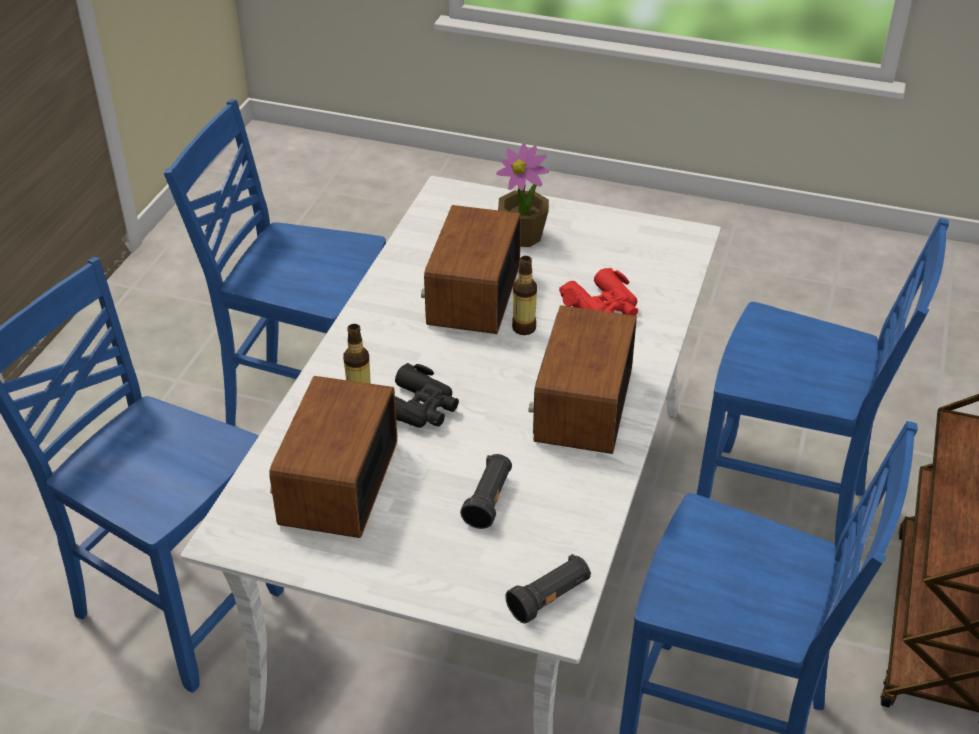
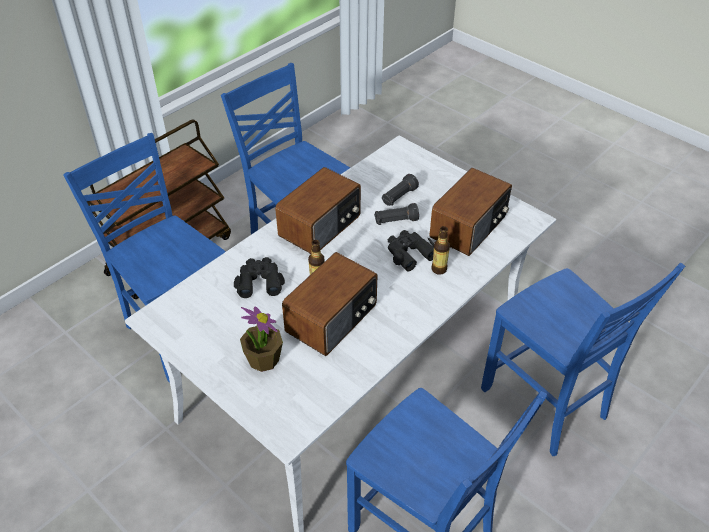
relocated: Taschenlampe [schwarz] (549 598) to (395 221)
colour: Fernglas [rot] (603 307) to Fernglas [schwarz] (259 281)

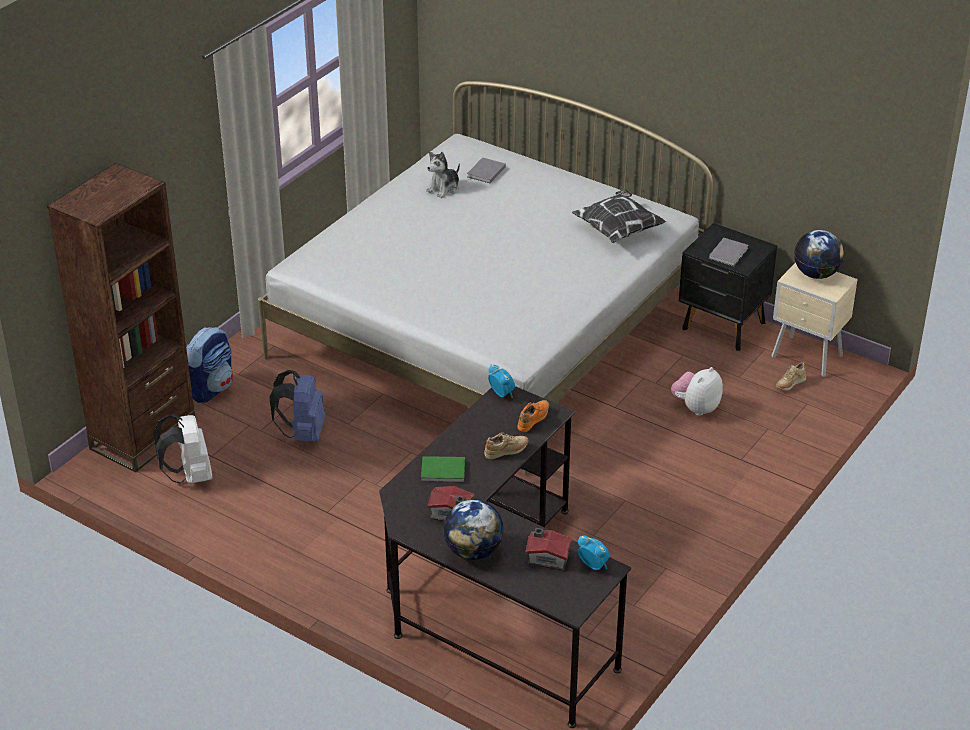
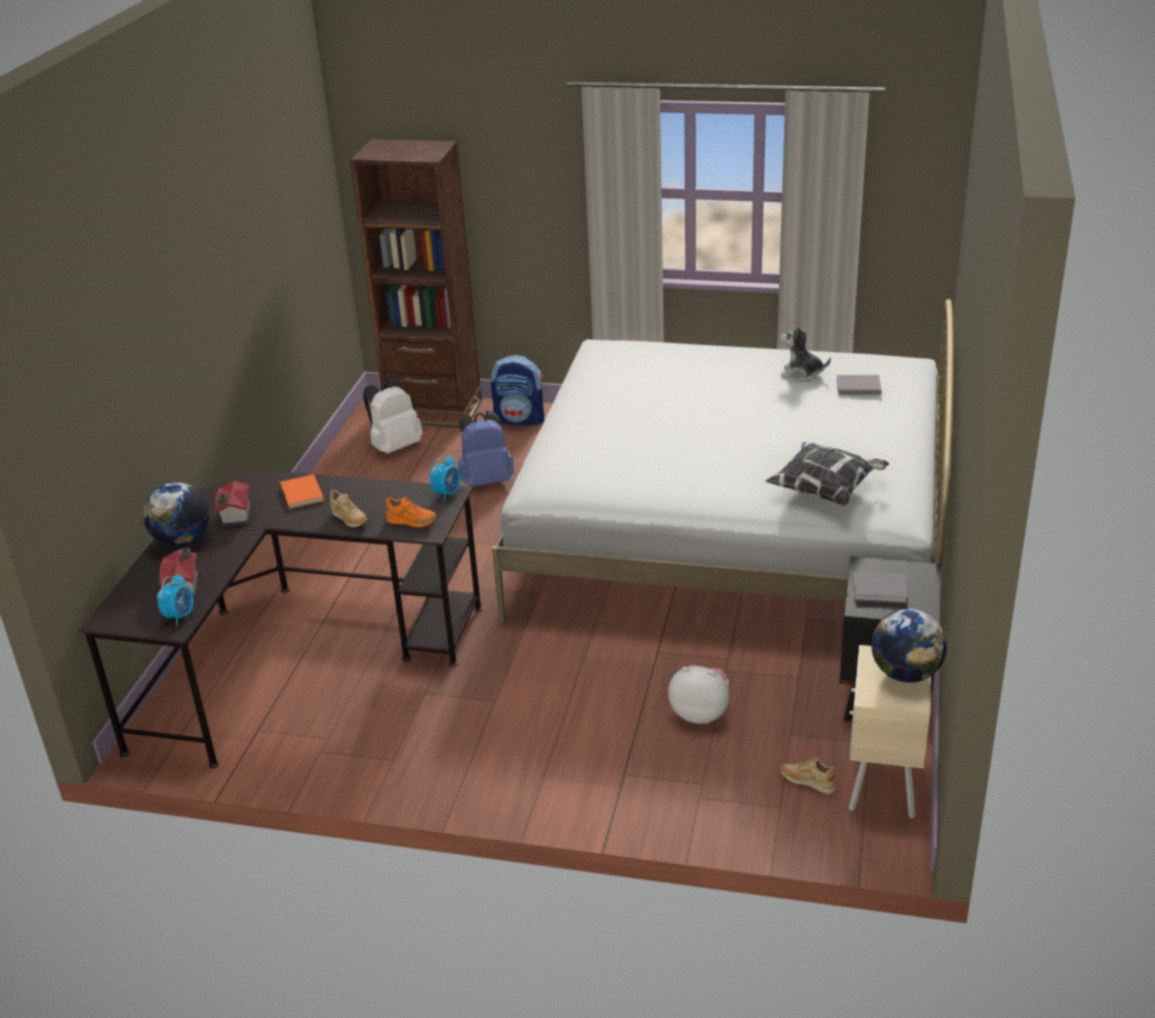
colour: Buch [grün] (444 471) to Buch [orange] (301 494)

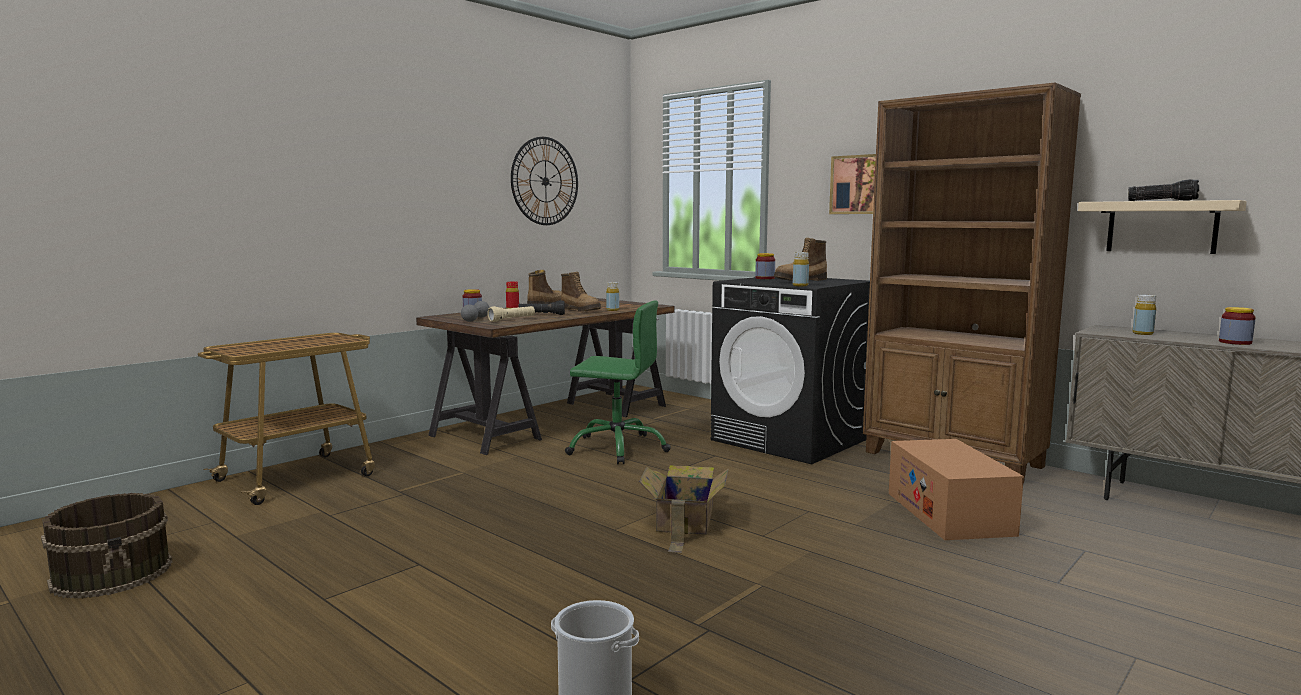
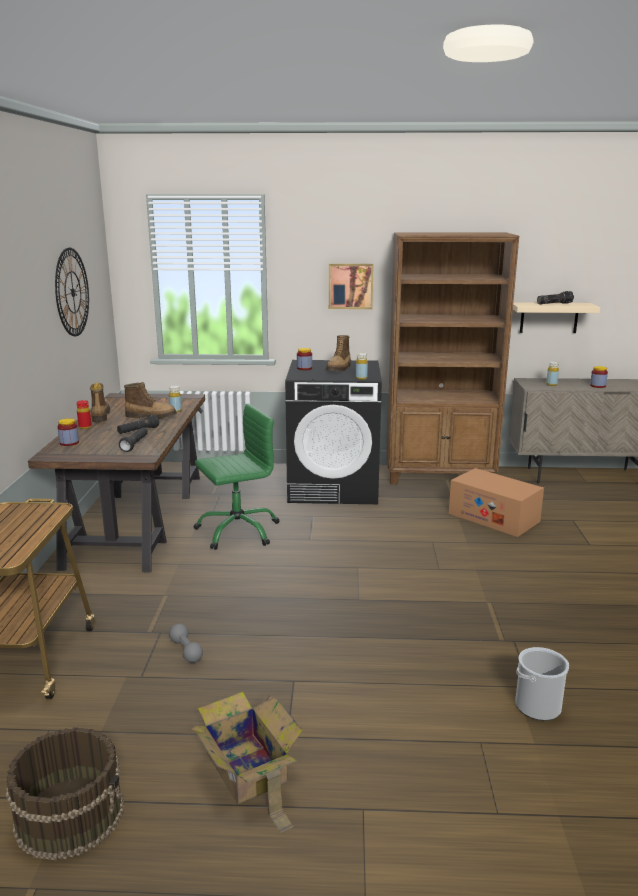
relocated: Hantel [grau] (475 319) to (186 651); Karton (684 521) to (247 771)
colour: Taschenlampe [beige] (512 320) to Taschenlampe [schwarz] (135 445)

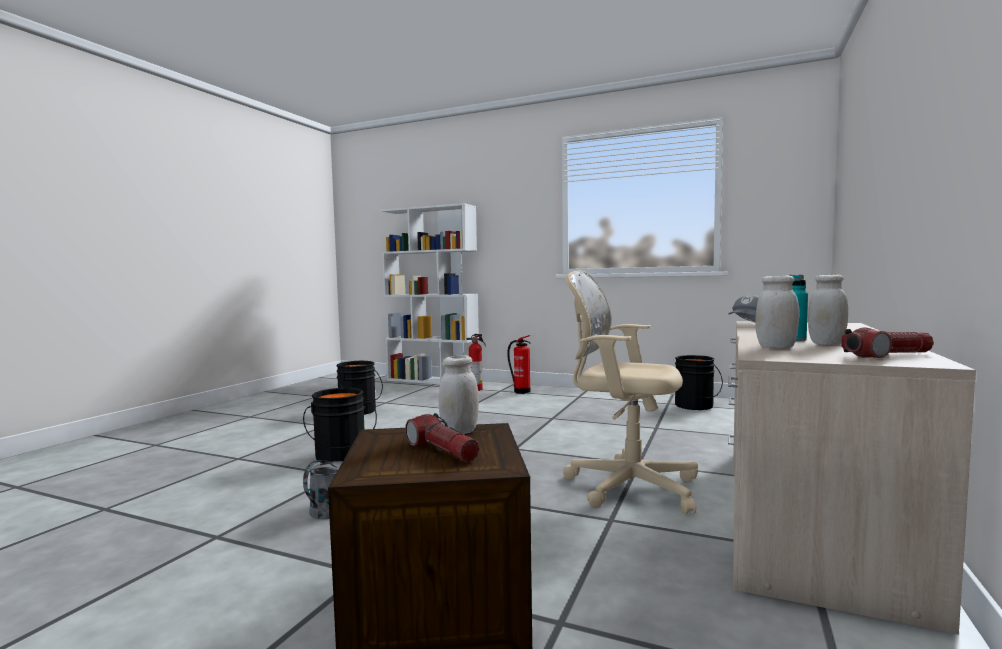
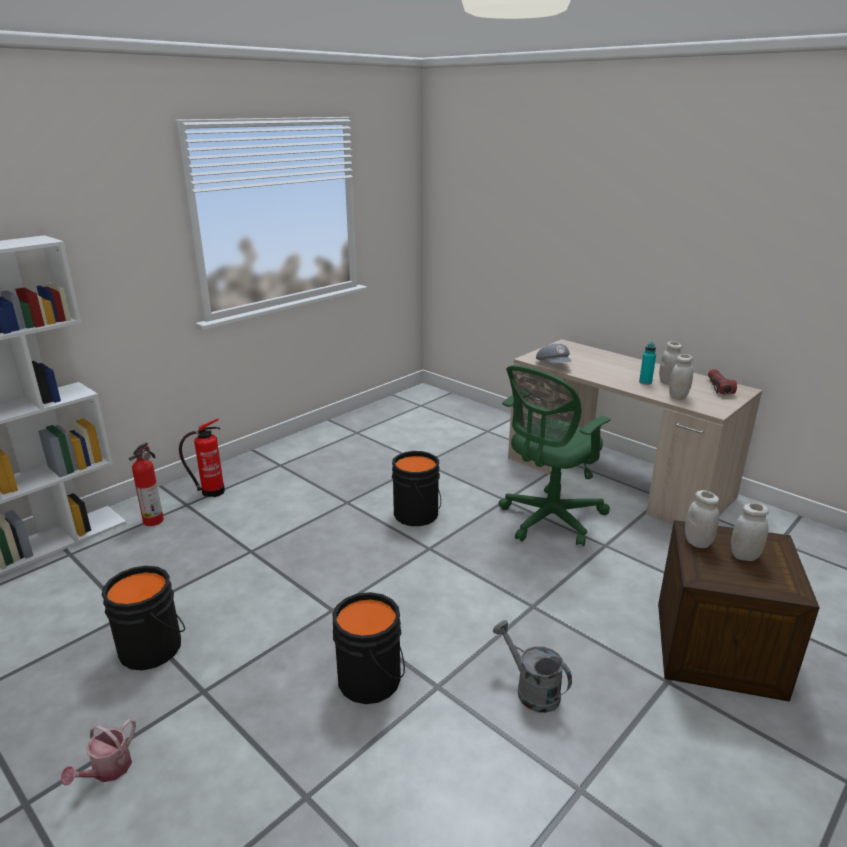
appeared: Gießkanne (107 771)
relocated: Eimer [schwarz] (695 406) to (418 514)
exchanged: Taschenlampe (442 451) to Vorratsglas [weiß] (744 556)
colour: Bürostuhl [beige] (626 485) to Bürostuhl [grün] (548 520)

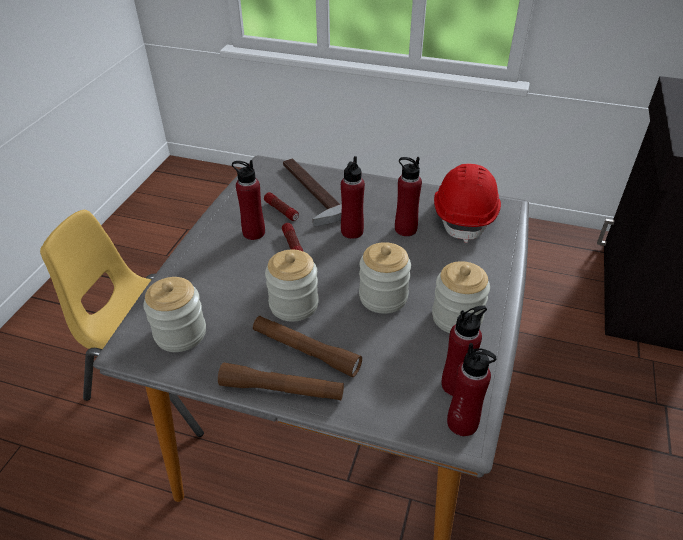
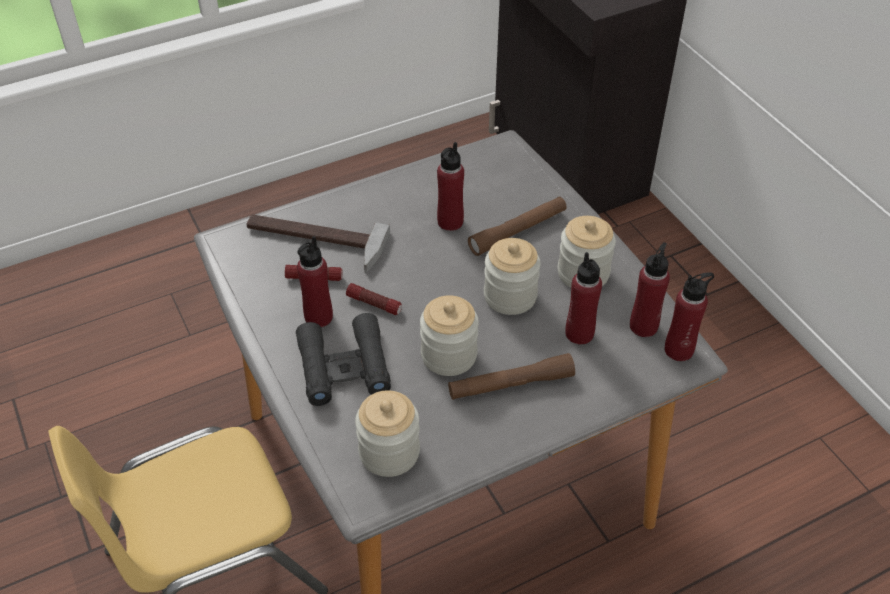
missing: Schutzhelm [rot] (465 215)
appeared: Fernglas [schwarz] (344 367)
relocated: Flasche [rot] (352 231) to (579 333); Taschenlampe [braun] (282 389) to (518 231)

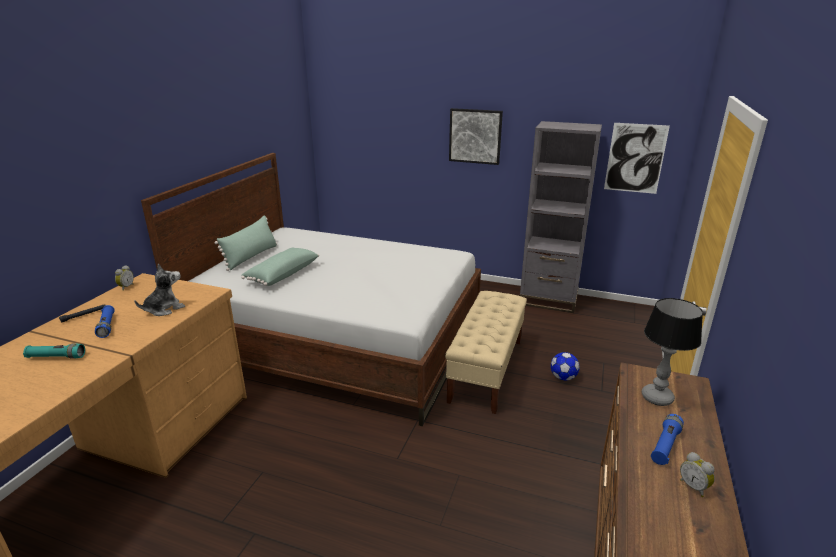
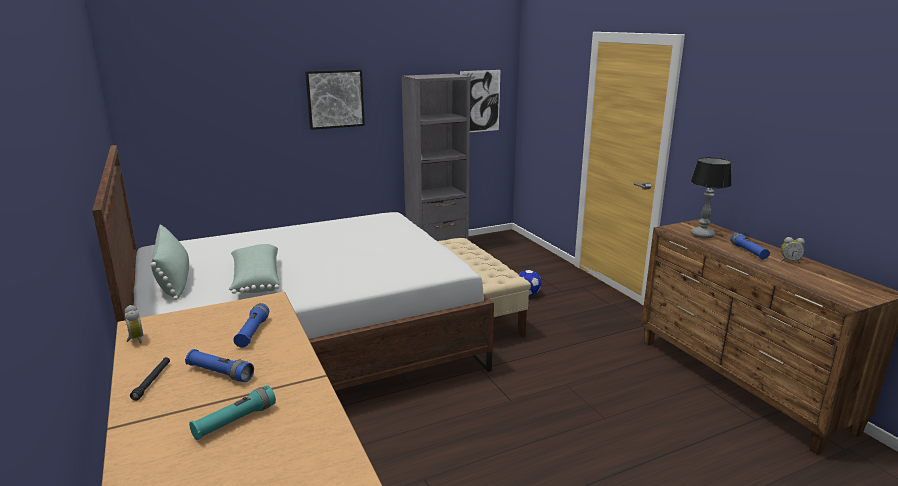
exchanged: Plüschtier (164 309) to Taschenlampe [blau] (252 332)

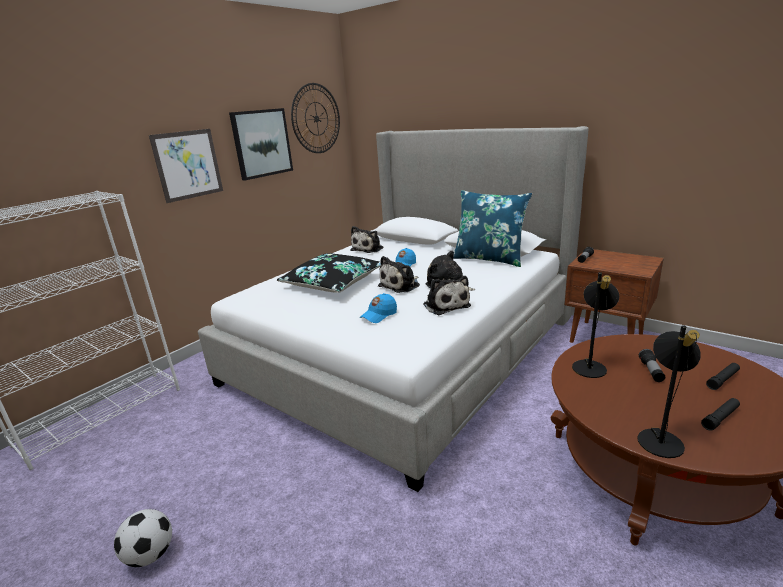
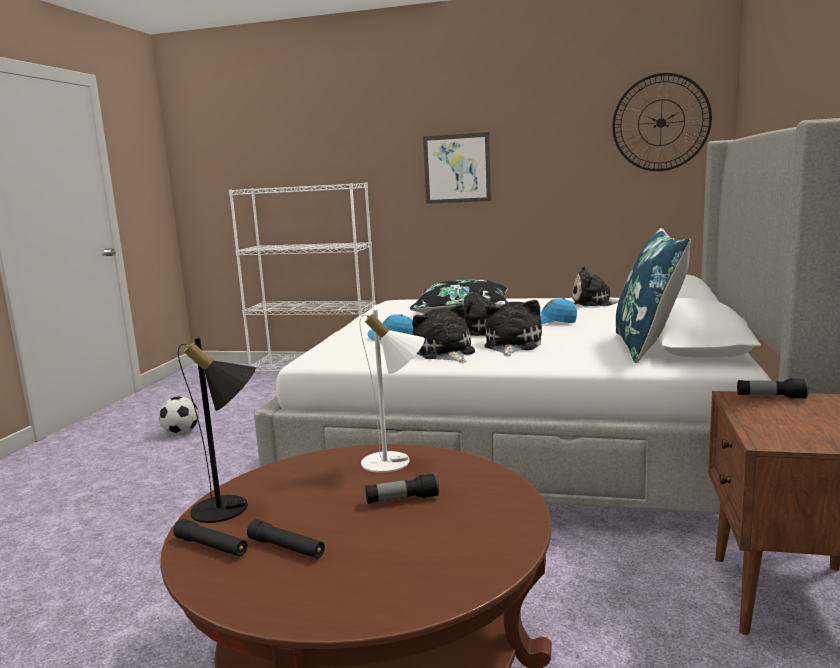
missing: Bild (261 143)
relocated: Taschenlampe [schwarz] (722 380) to (211 546)
colour: Tischlampe [schwarz] (591 365) to Tischlampe [weiß] (395 462)
spun: Plüschtier (445 305) = (444 353) 120 degrees clockwise

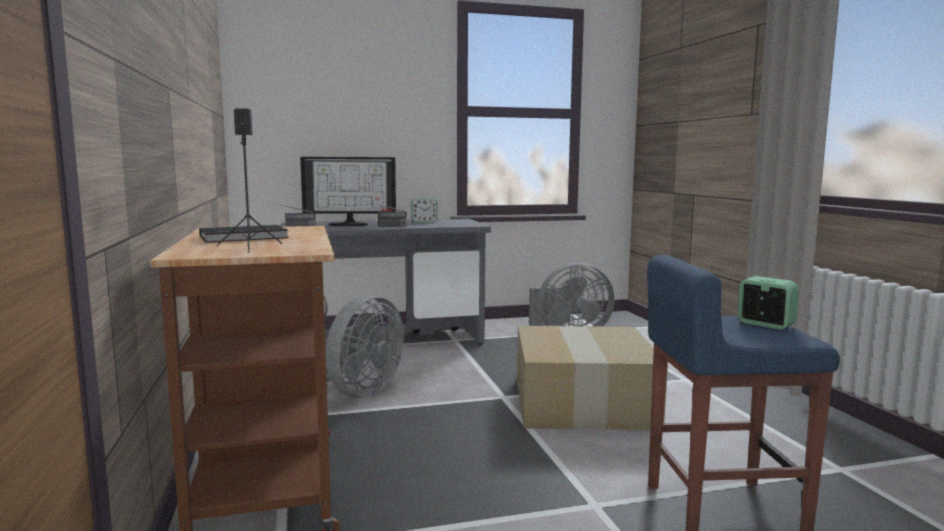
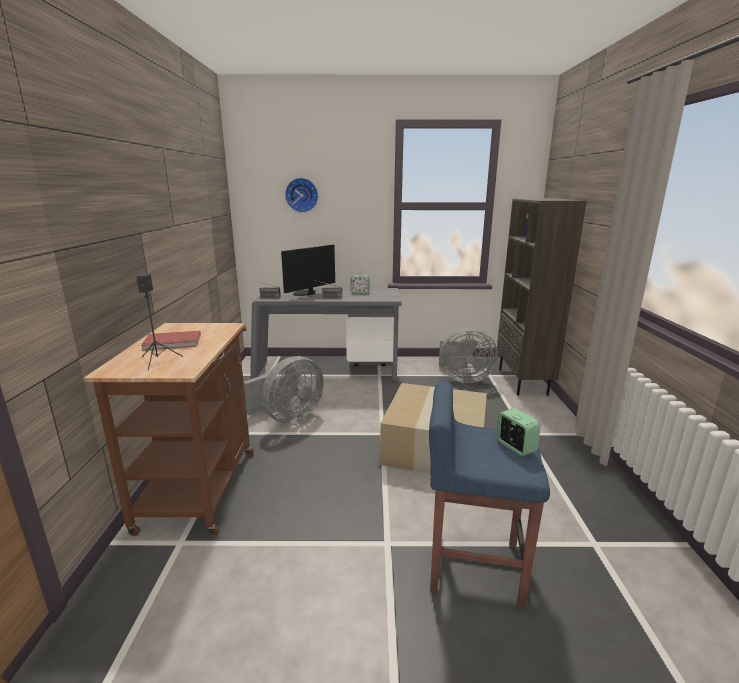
appeared: Wanduhr (302 195); Bücherregal [braun] (523 382)
colour: Buch [schwarz] (244 237) to Buch [rot] (172 343)
spun: Monitor (349 224) = (306 293) 120 degrees clockwise

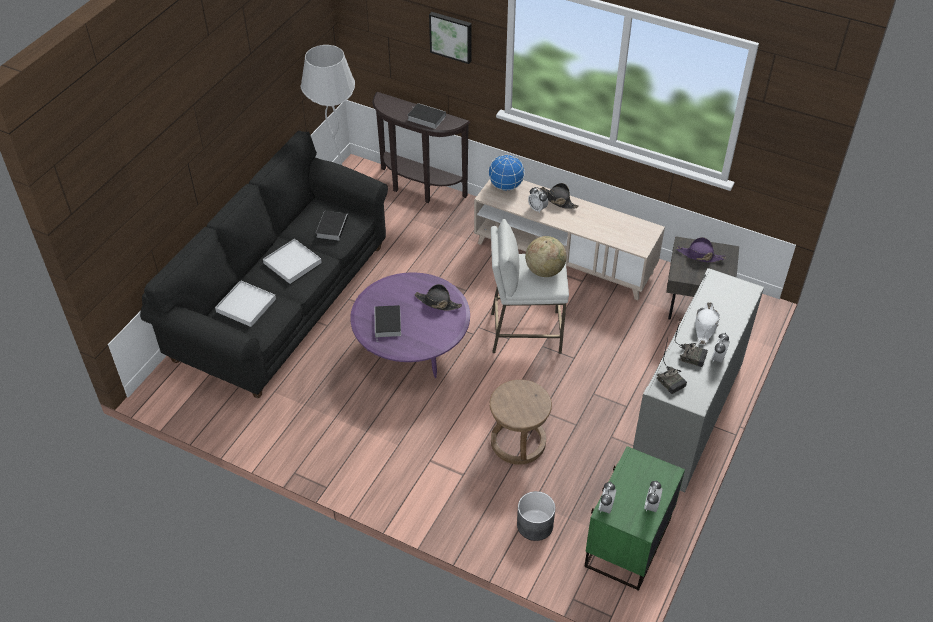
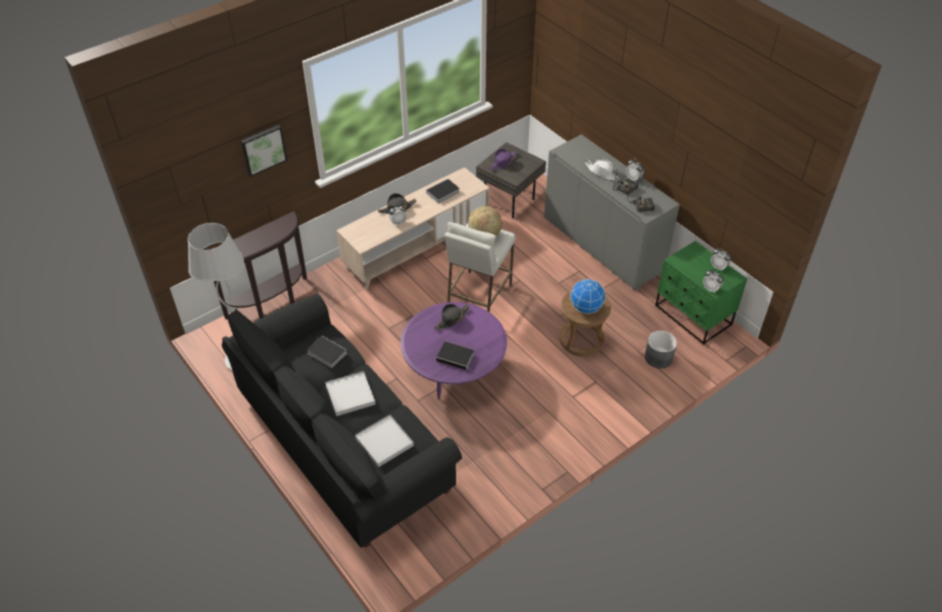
relocated: Buch (425 118) to (442 193); Globus (506 186) to (586 308)

